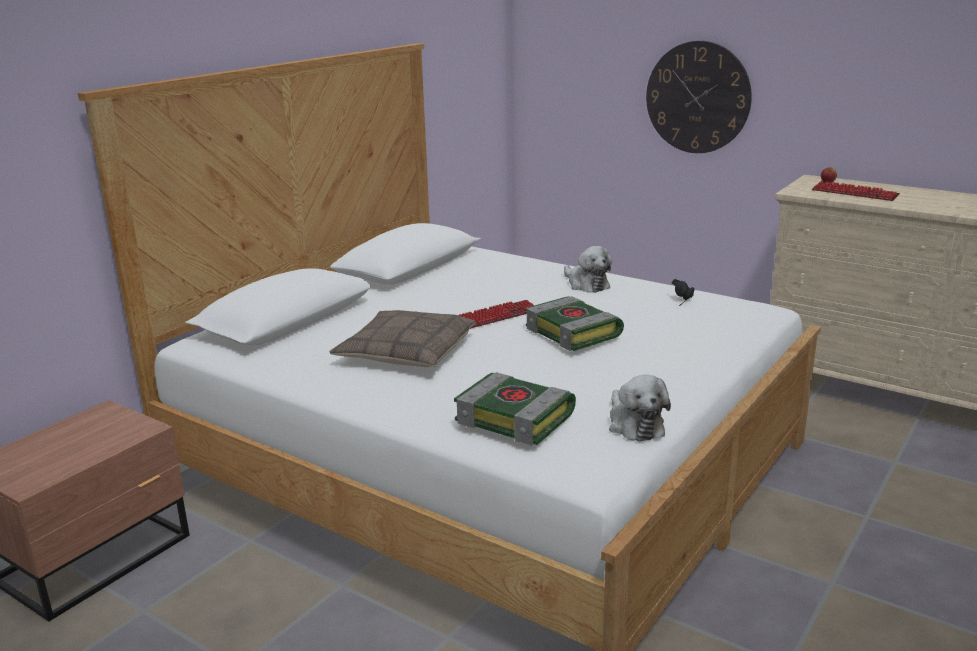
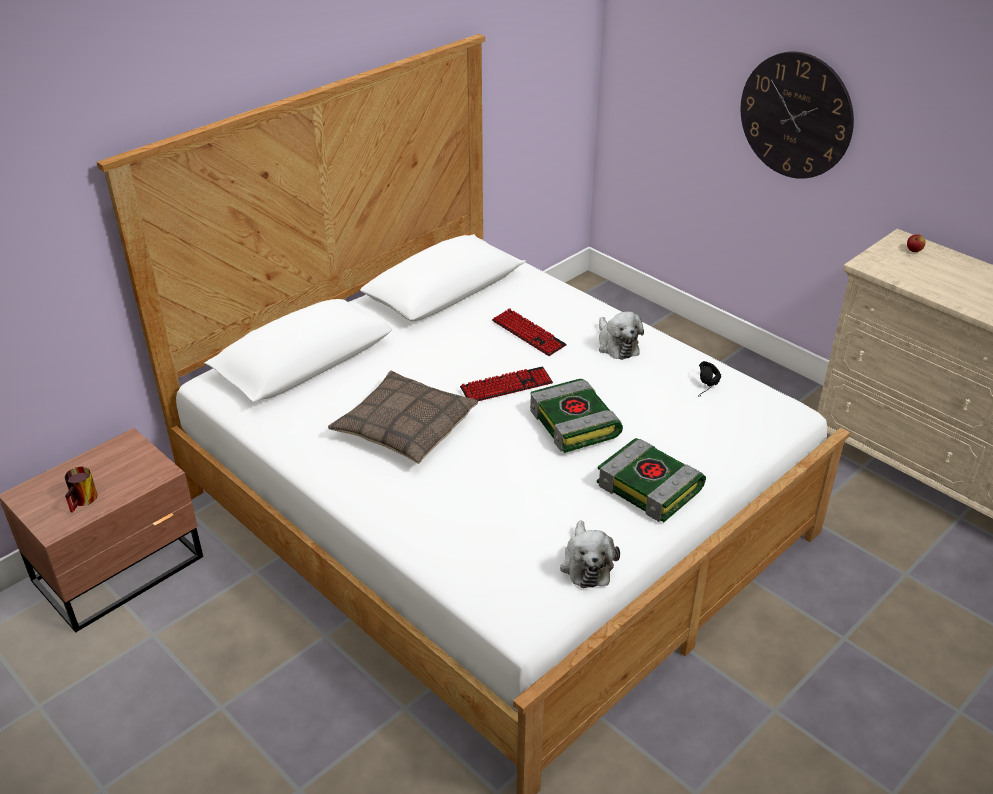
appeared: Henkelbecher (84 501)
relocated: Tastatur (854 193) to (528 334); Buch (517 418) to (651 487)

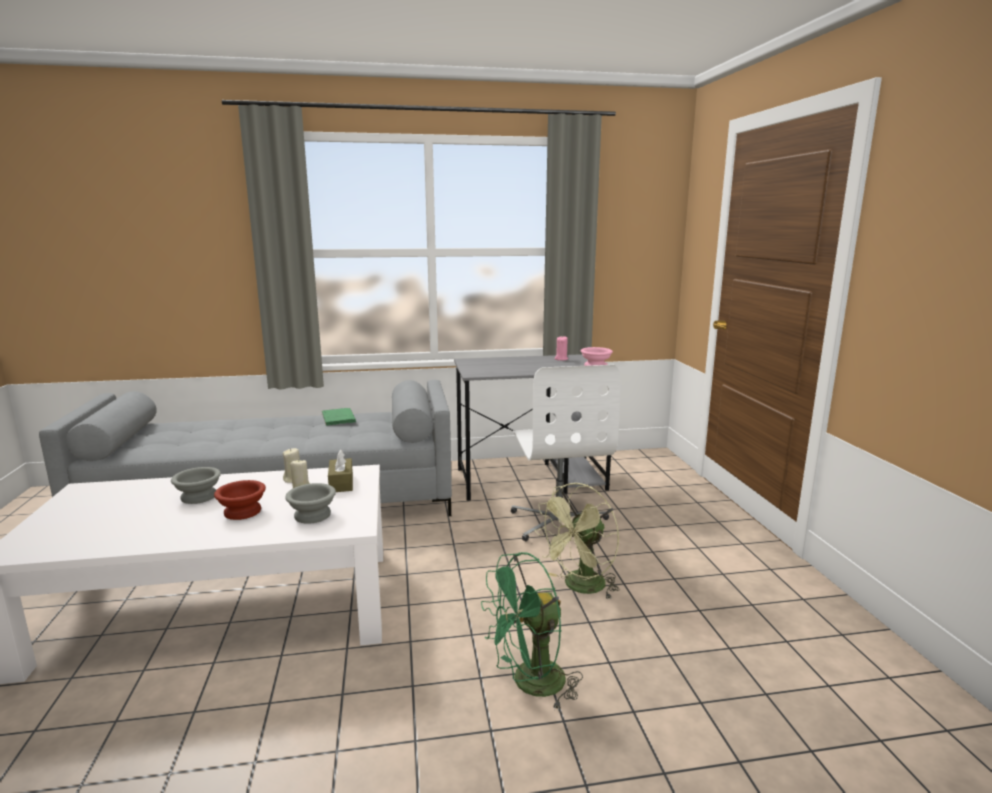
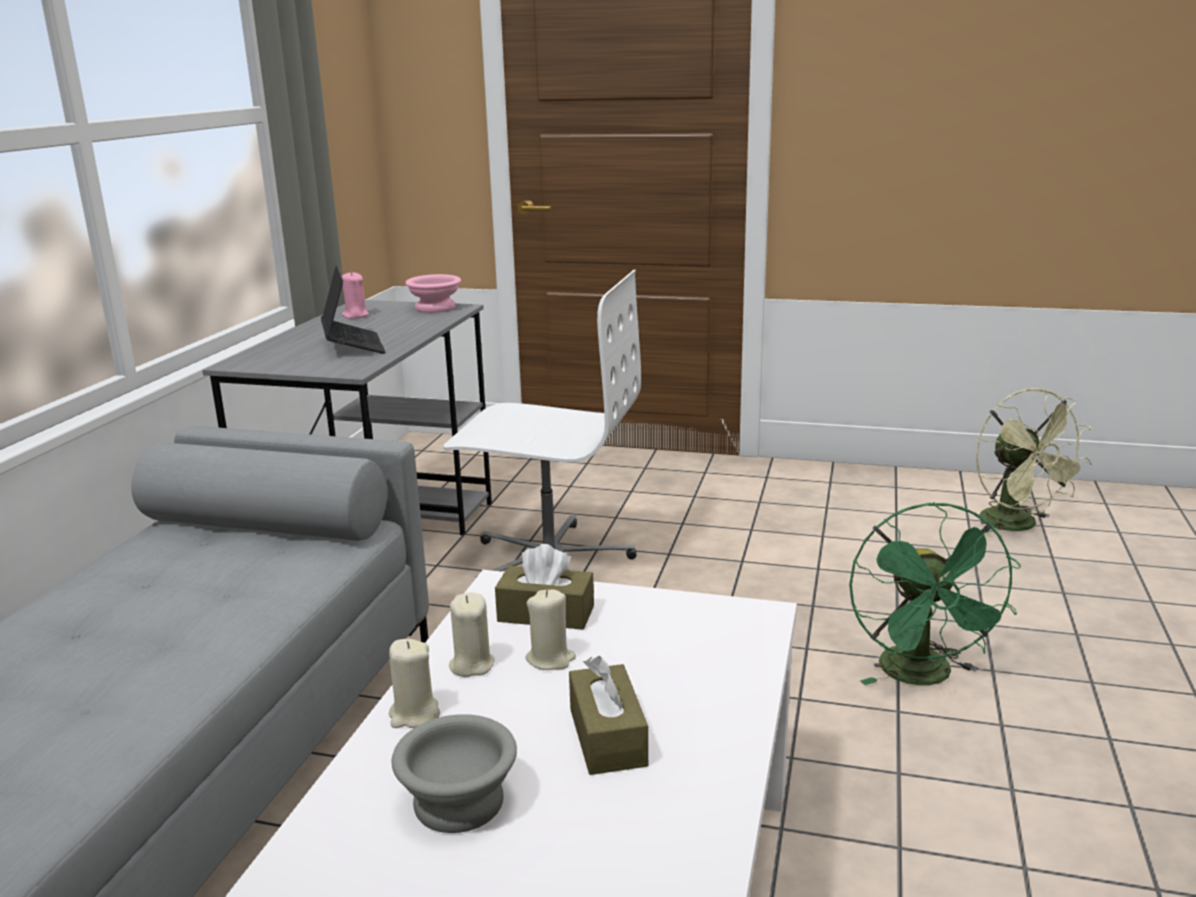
missing: Buch [grün] (338 418); Schüssel [grau] (313 516)
appeared: Laptop (353 345); Kerze [beige] (414 715)
relocated: Ventilator [grün] (580 587) to (1018 526)
exchanged: Schüssel [braun] (242 512) to Taschentuchbox [braun] (607 737)

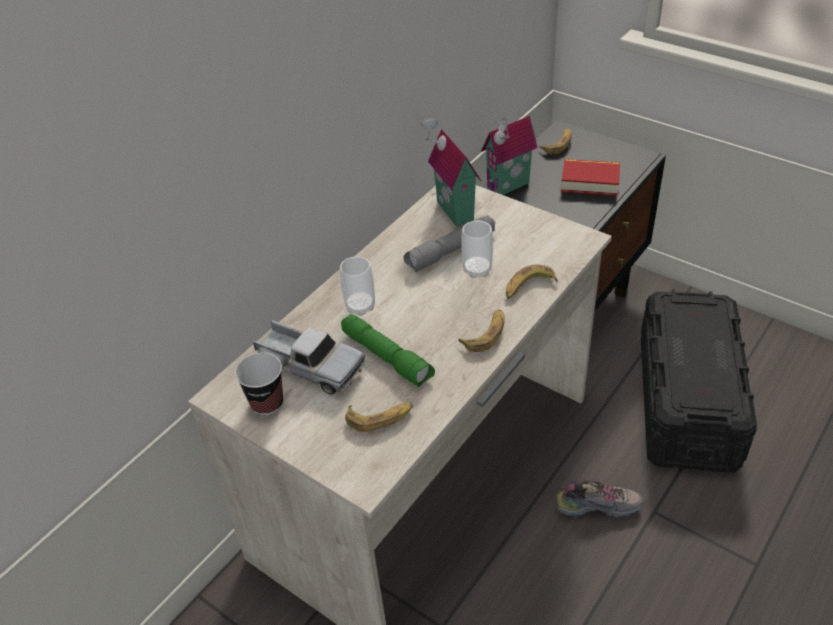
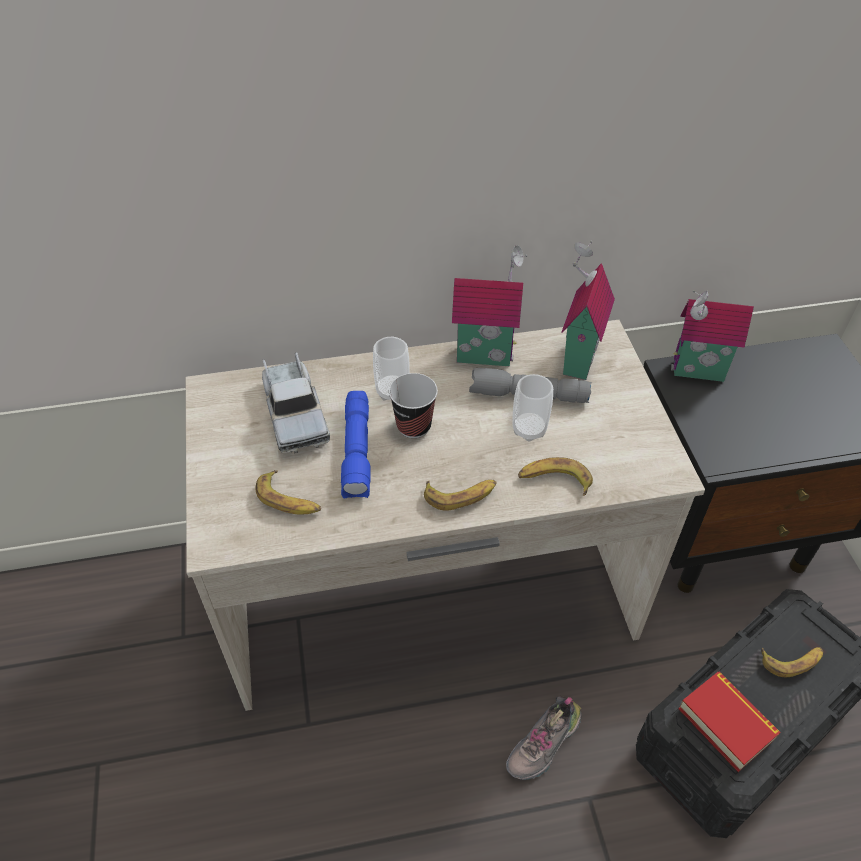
appeared: Spielzeughaus (484 353)
relocated: Banane (558 144) to (791 661); Buch (590 182) to (726 723); Tasse (267 403) to (413 426)
colour: Taschenlampe [grün] (388 357) to Taschenlampe [blau] (358 452)
spun: Schuh (598 505) = (544 745) 90 degrees clockwise

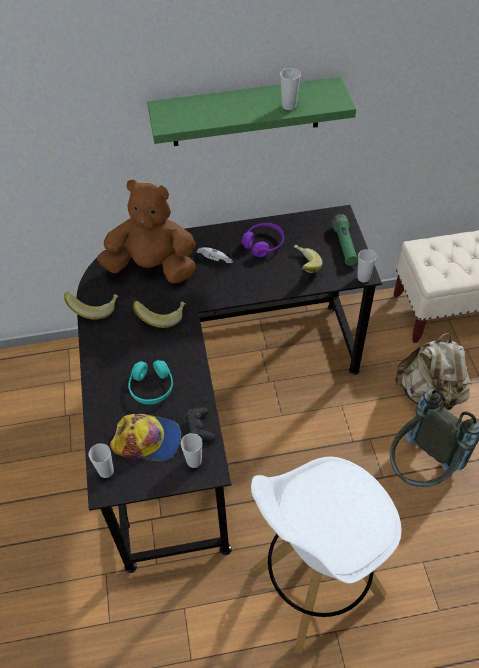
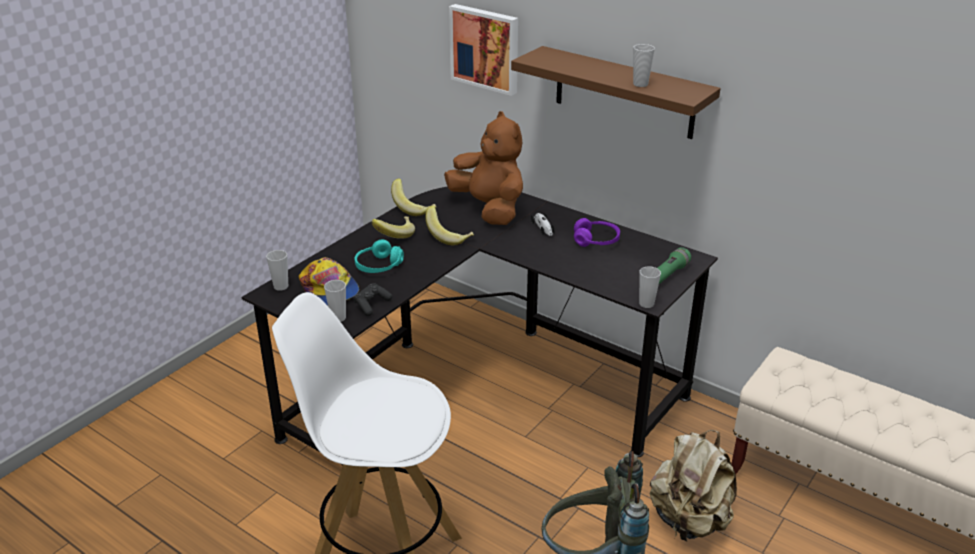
appeared: Bild (486 48)
relocated: Banane (303 266) to (394 235)
colour: Wandregal [grün] (245 112) to Wandregal [braun] (624 93)

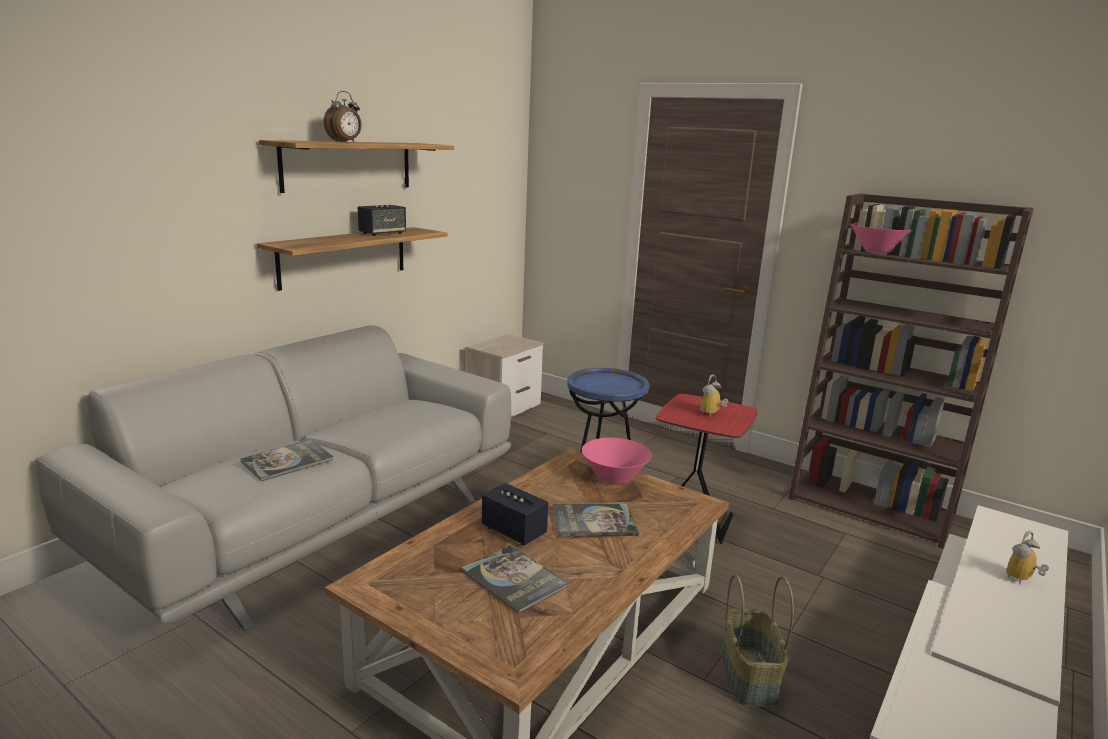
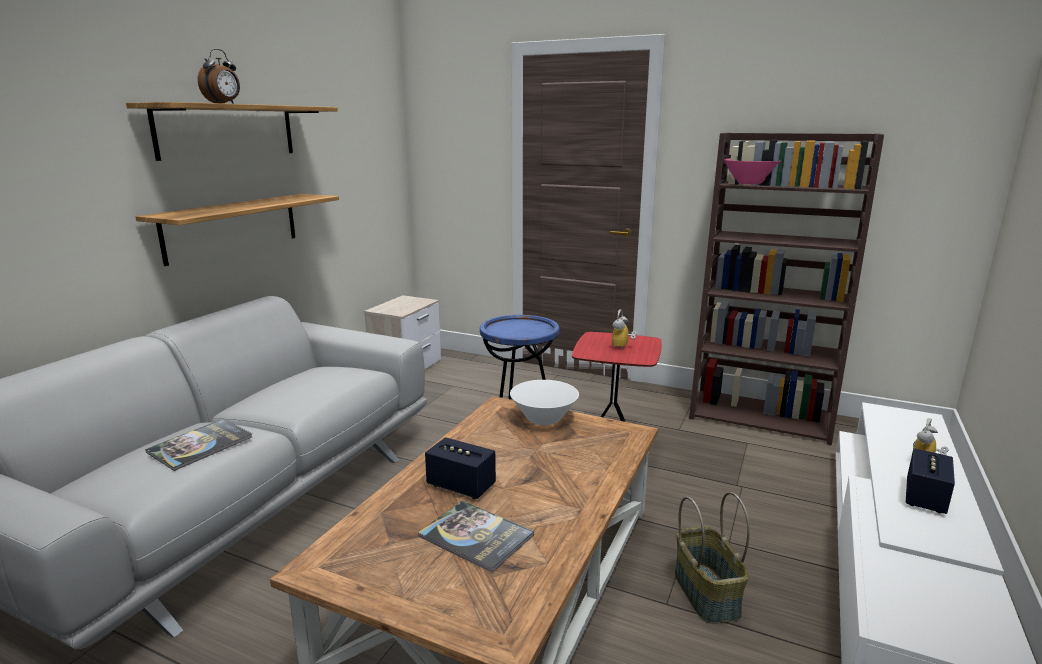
missing: Buch (594 521)
relocated: Lautsprecher (382 233) to (925 498)
colour: Schüssel [rosa] (614 478) to Schüssel [weiß] (544 419)

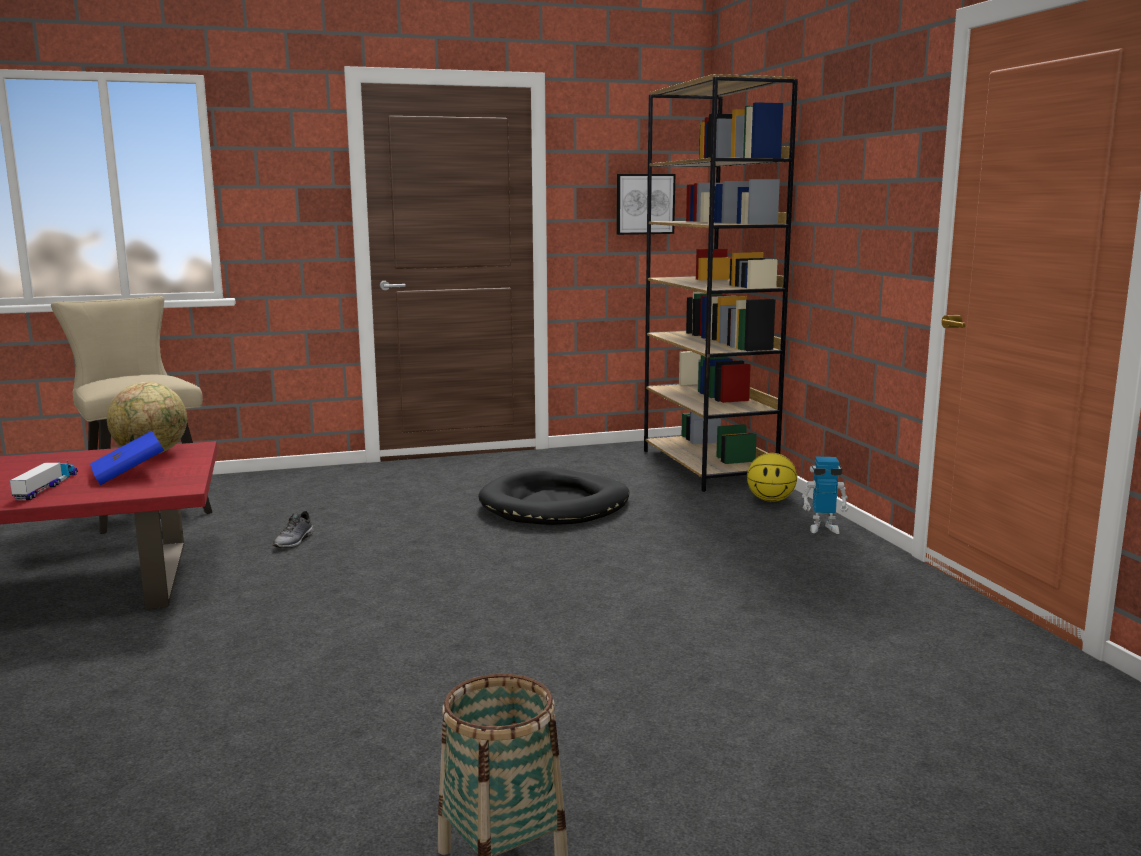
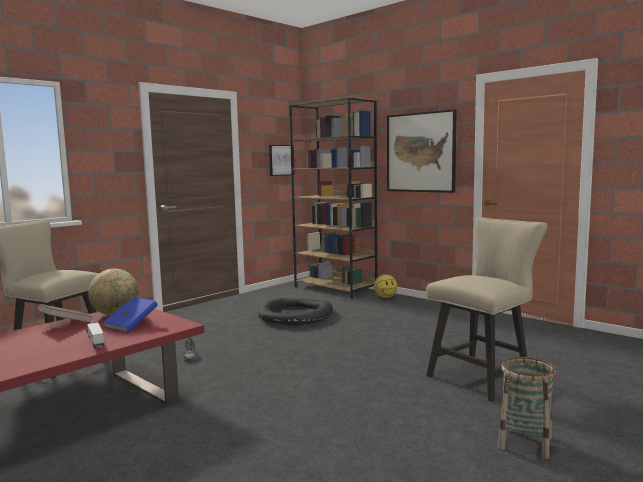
missing: Spielzeugroboter (823 528)
appeared: Bild (420 152); Stuhl [beige] (483 377); Buch [braun] (65 324)

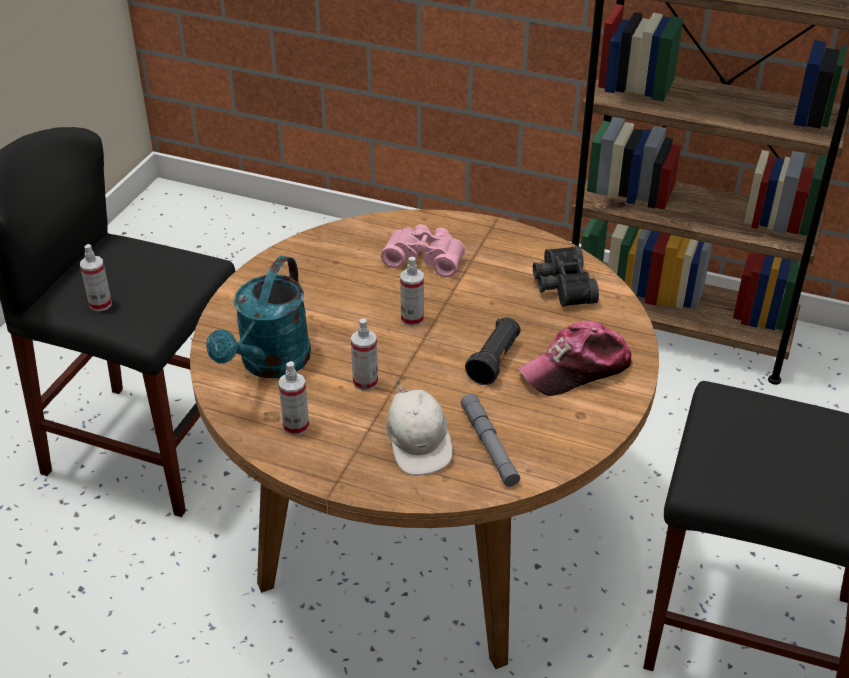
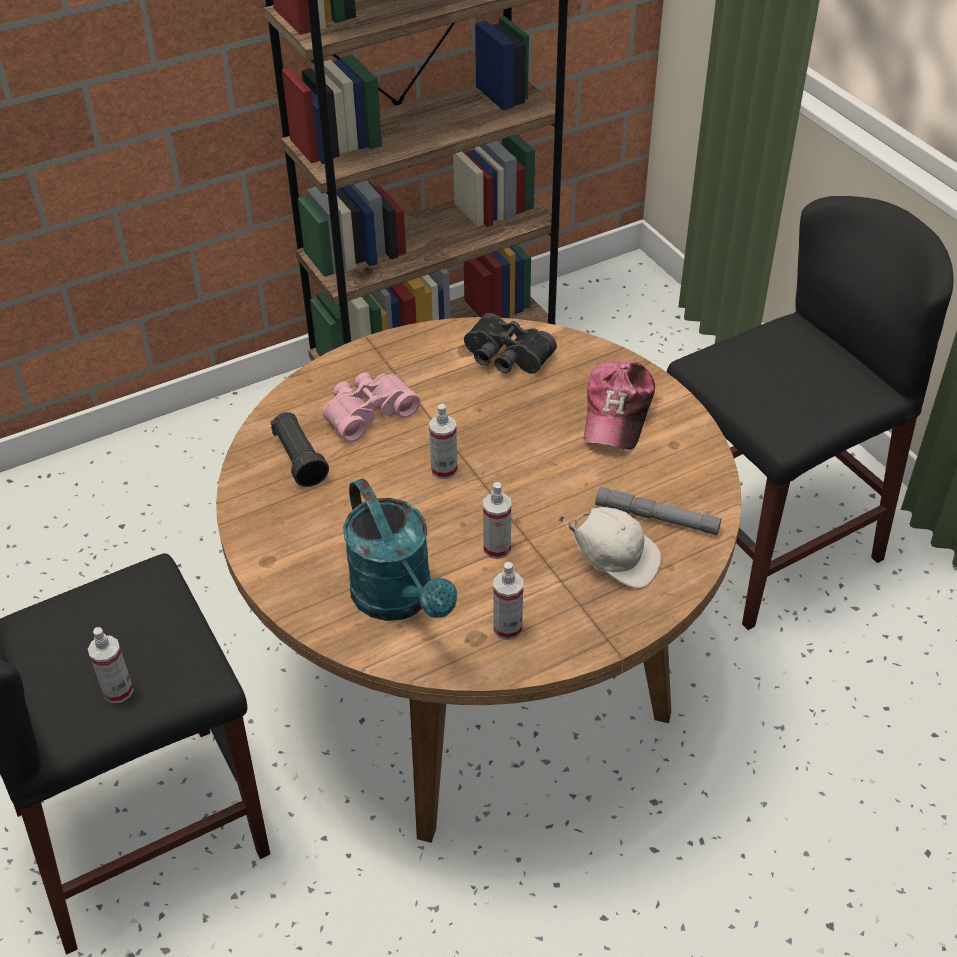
relocated: Taschenlampe [schwarz] (494 361) to (299 459)

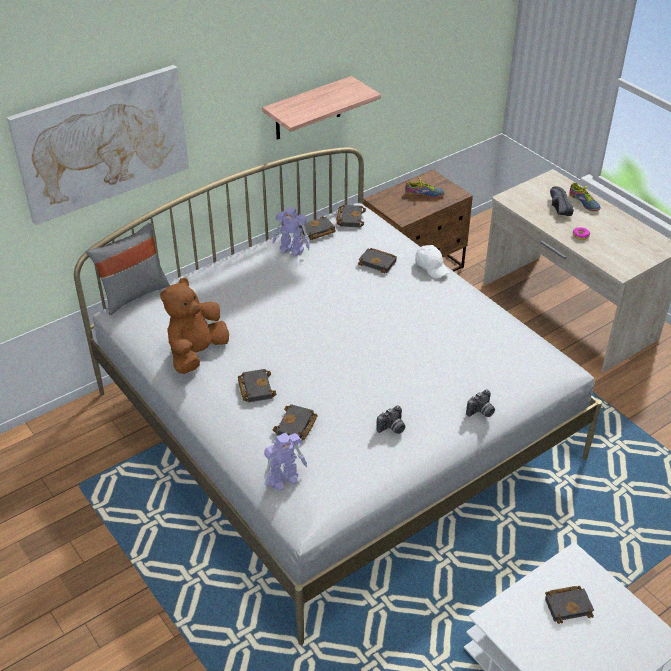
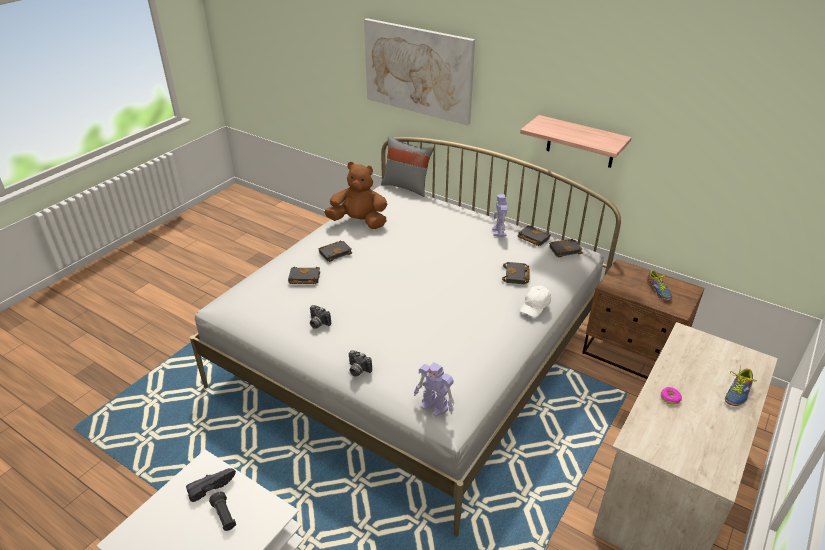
relocated: Schuh [schwarz] (556 208) to (211 486); Spielzeugroboter (284 479) to (434 407)
exchanged: Buch [schwarz] (569 605) to Taschenlampe [schwarz] (224 516)

